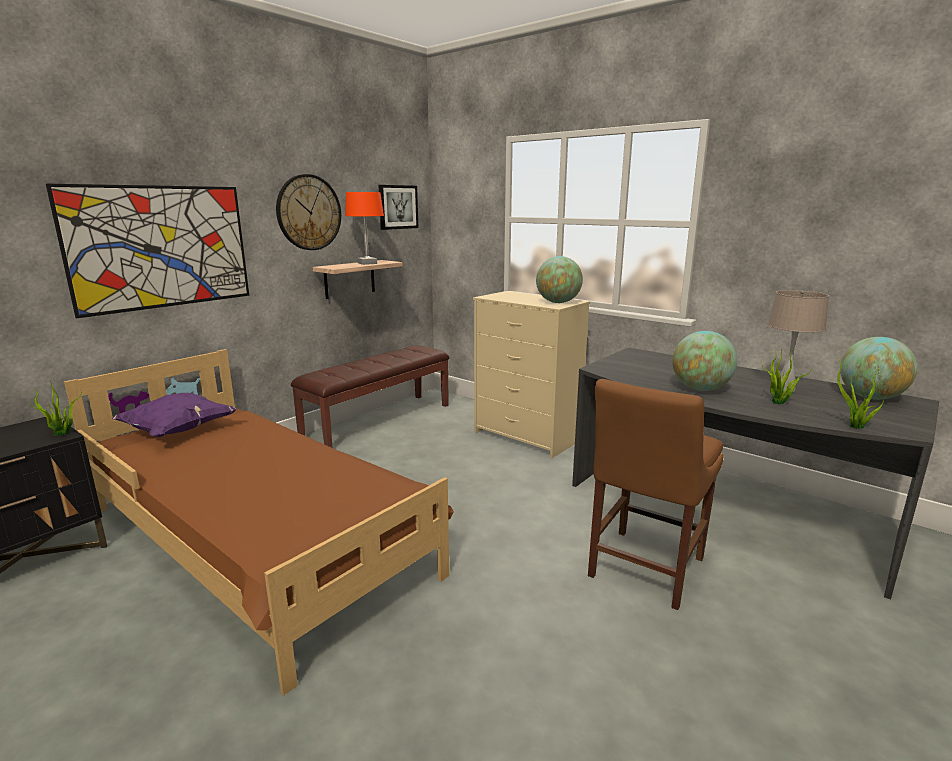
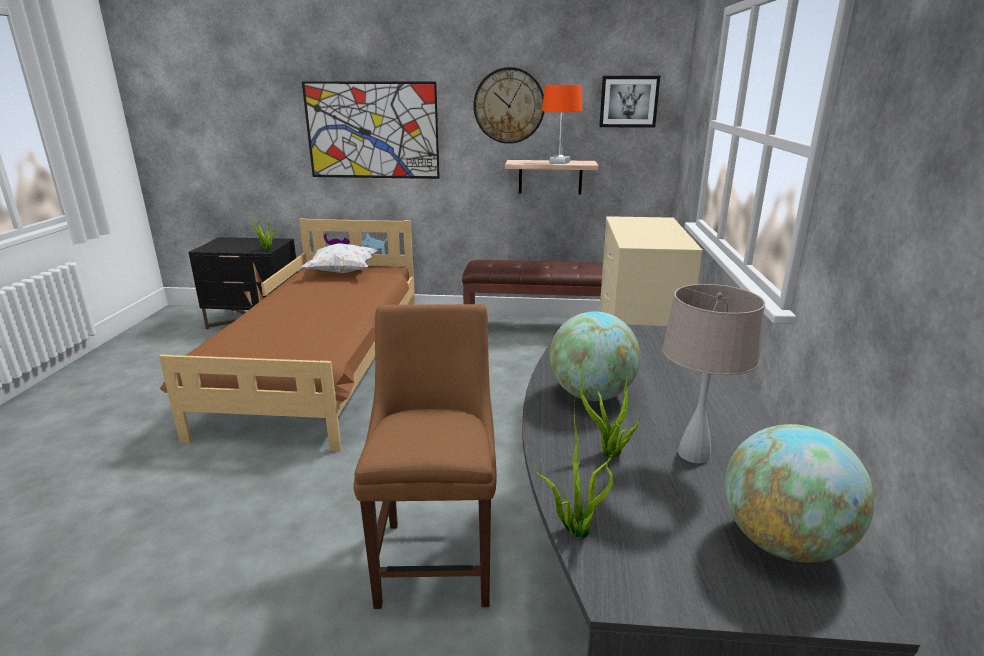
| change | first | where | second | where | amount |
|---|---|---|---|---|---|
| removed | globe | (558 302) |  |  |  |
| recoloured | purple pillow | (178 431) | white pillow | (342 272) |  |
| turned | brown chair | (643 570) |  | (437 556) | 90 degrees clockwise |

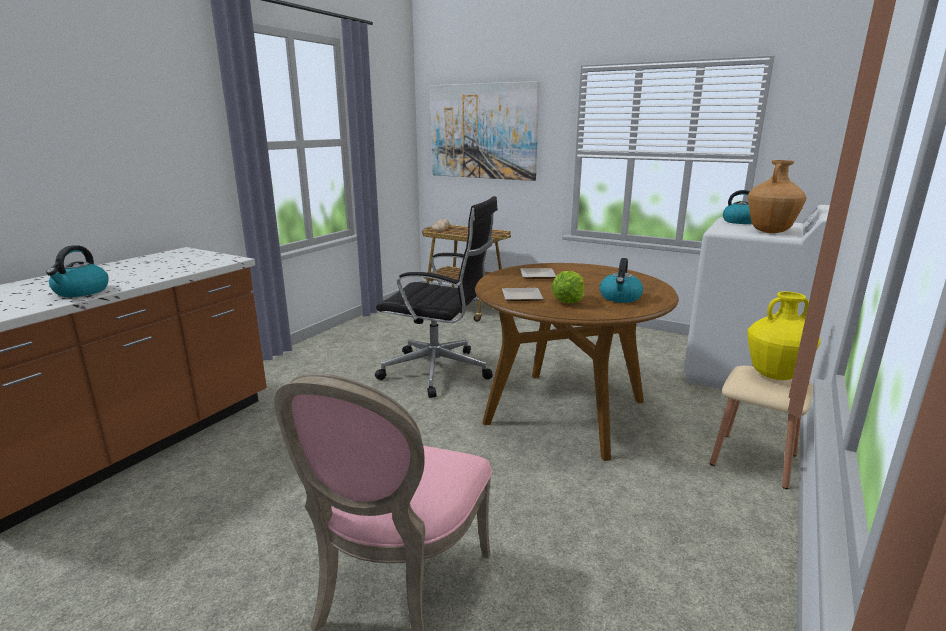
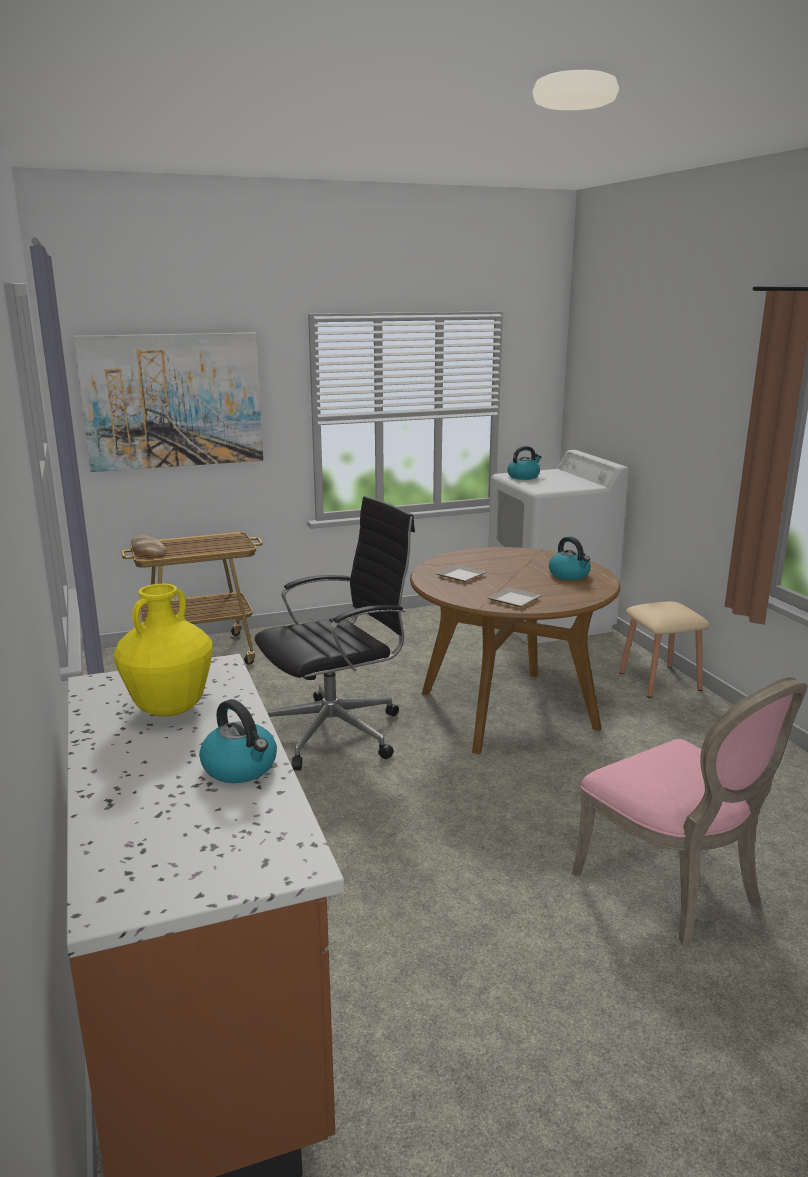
| change | first | where | second | where | amount |
|---|---|---|---|---|---|
| removed | lettuce | (568 301) |  |  |  |
| removed | brown vase | (770 232) |  |  |  |
| moved | yellow vase | (775 375) |  | (170 709) |  |

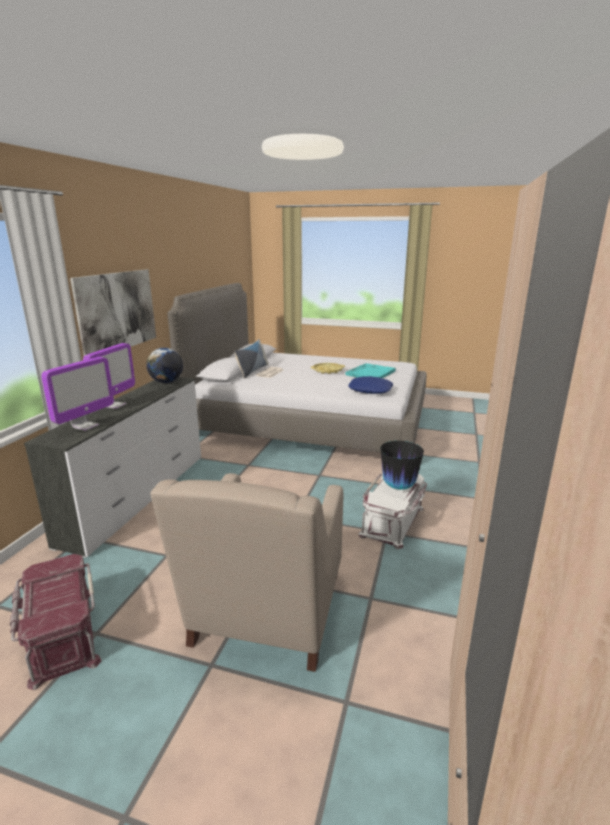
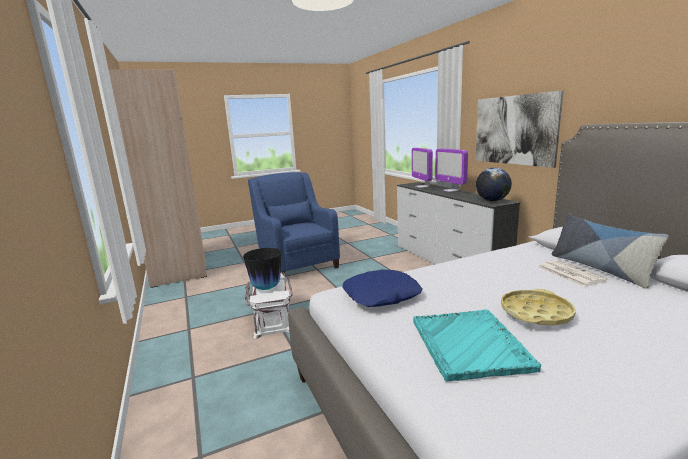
| change | first | where | second | where | amount |
|---|---|---|---|---|---|
| removed | red storage box | (62 634) |  |  |  |
| recoloured | beige armchair | (266 612) | blue armchair | (297 263) |  |

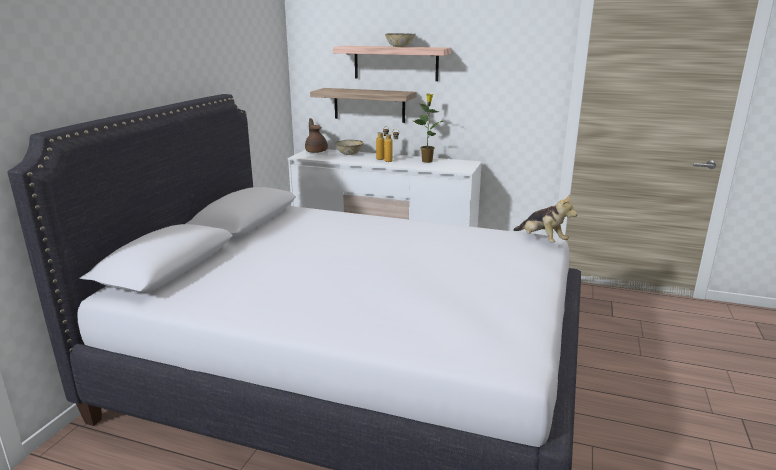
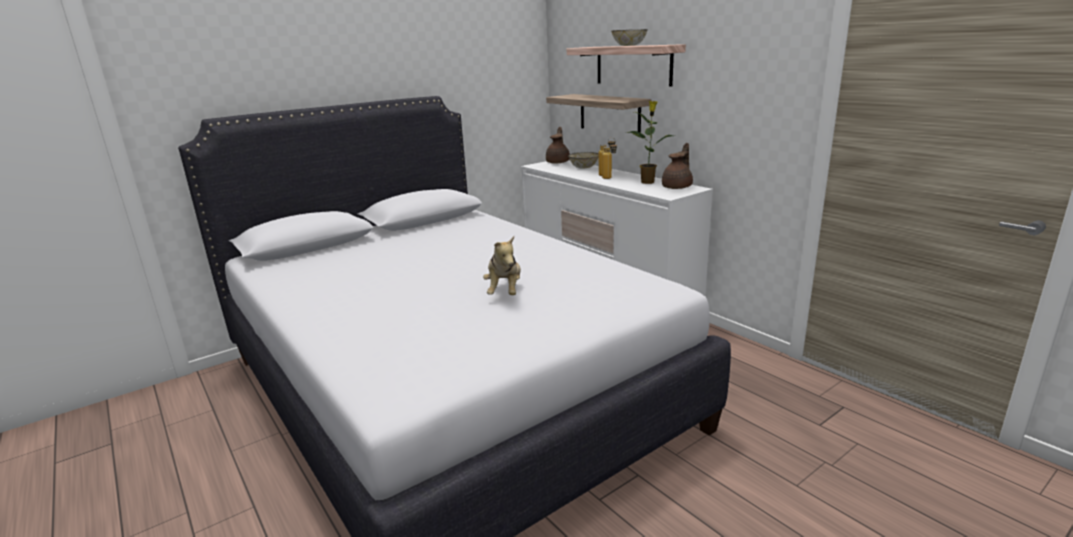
| change | first | where | second | where | amount |
|---|---|---|---|---|---|
| added |  |  | brown teapot | (678 187) |  |
| moved | plush toy | (542 240) |  | (505 291) |  |

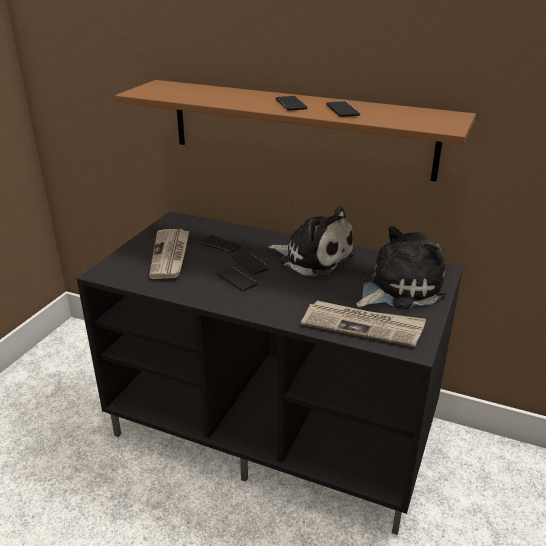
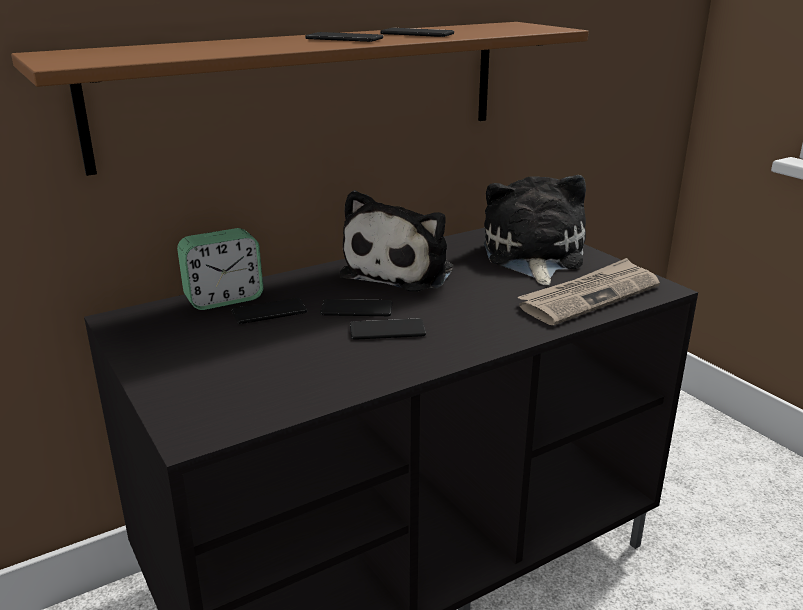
| change | first | where | second | where | amount |
|---|---|---|---|---|---|
| removed | newspaper | (170 255) |  |  |  |
| added |  |  | alarm clock | (224 299) |  |
| turned | plush toy | (313 258) |  | (402 271) | 135 degrees clockwise |

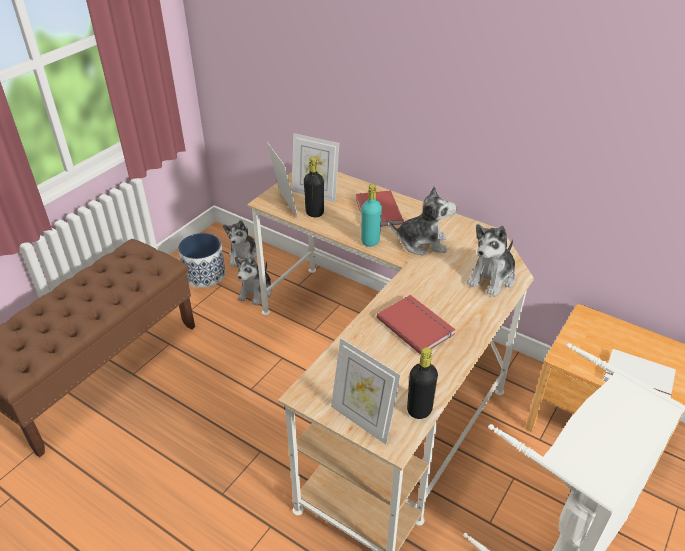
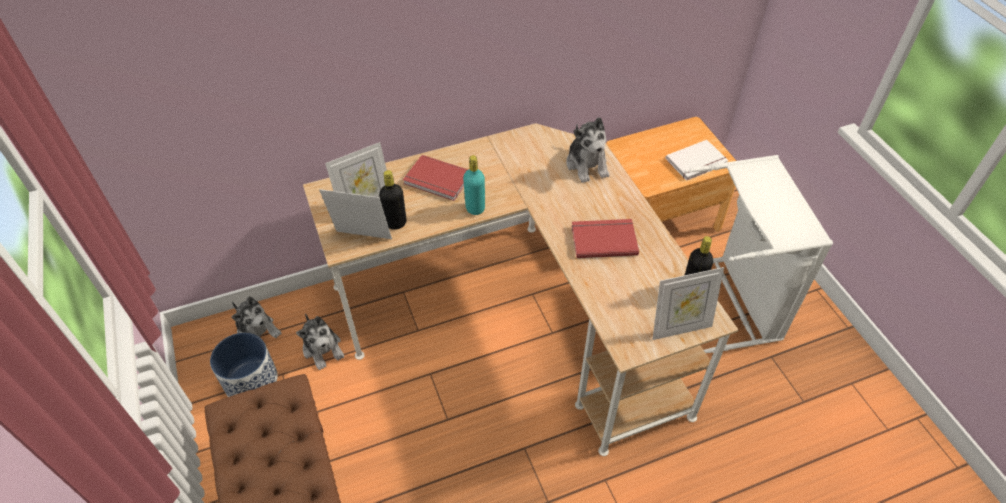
| change | first | where | second | where | amount |
|---|---|---|---|---|---|
| removed | plush toy | (422 243) |  |  |  |

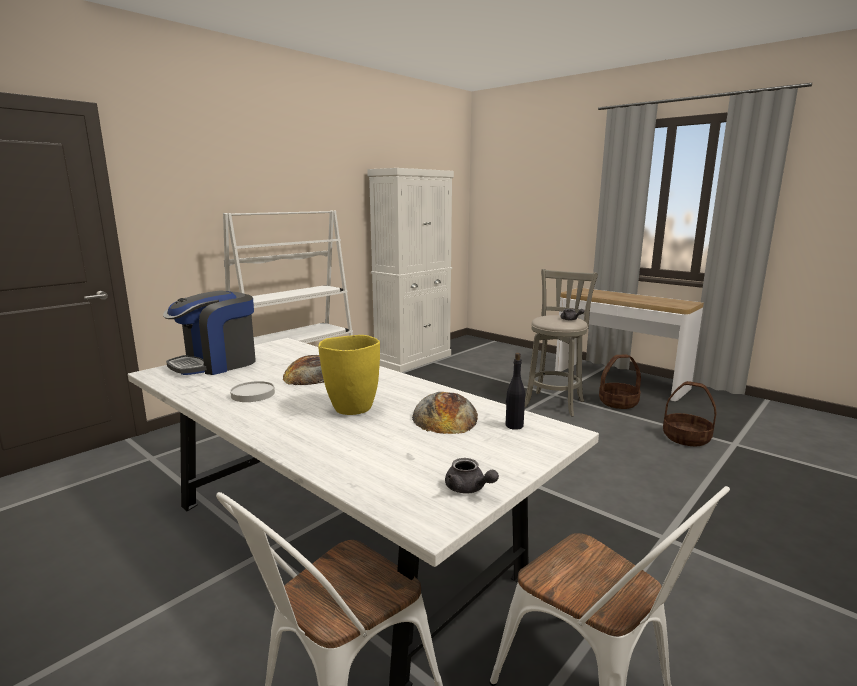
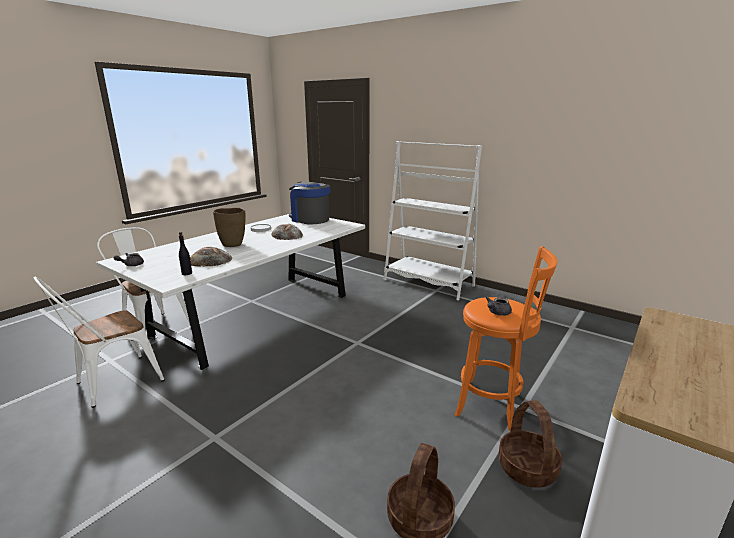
| change | first | where | second | where | amount |
|---|---|---|---|---|---|
| removed | white cabinet | (413 359) |  |  |  |
| recoloured | yellow vase | (352 408) | brown vase | (232 244) |  |
| recoloured | grey stool | (554 402) | orange stool | (492 406) |  |

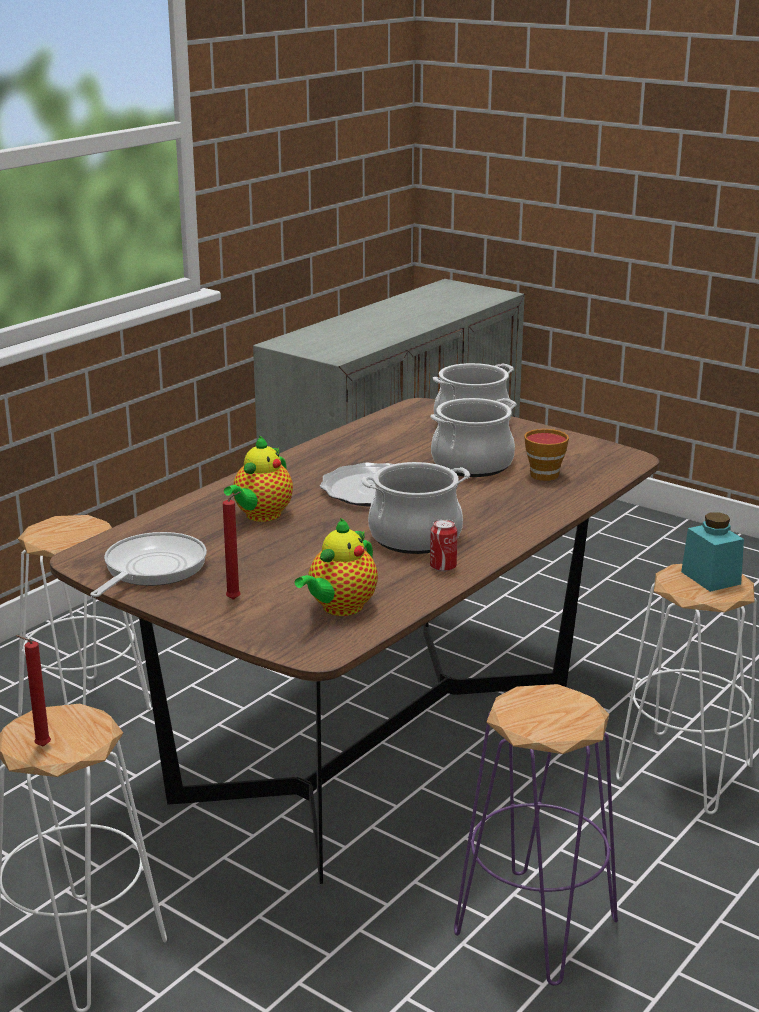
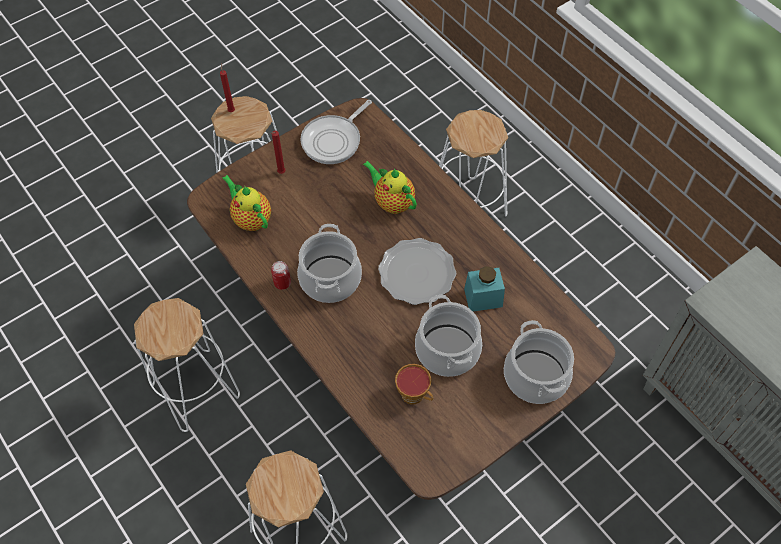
| change | first | where | second | where | amount |
|---|---|---|---|---|---|
| moved | turquoise jar | (710 578) |  | (483 298) |  |
| recoloured | purple stool | (535 927) | white stool | (195 389) |  |
| turned | frying pan | (151 569) |  | (334 140) | 90 degrees clockwise |

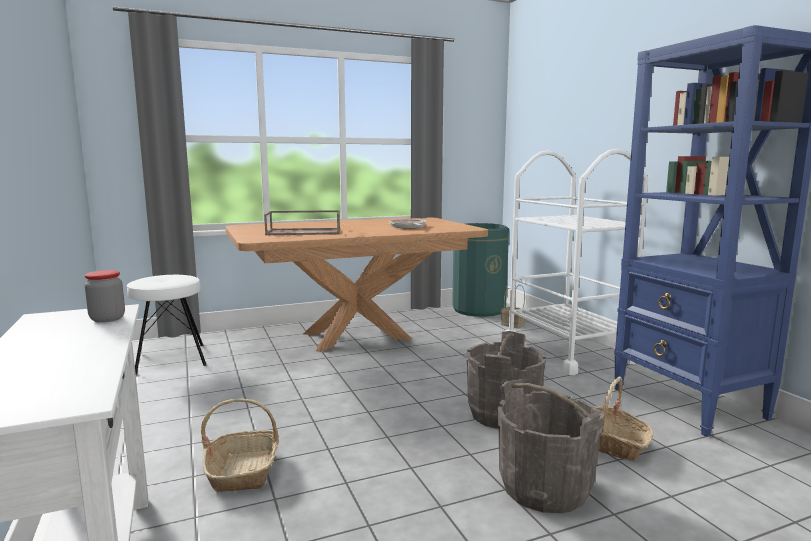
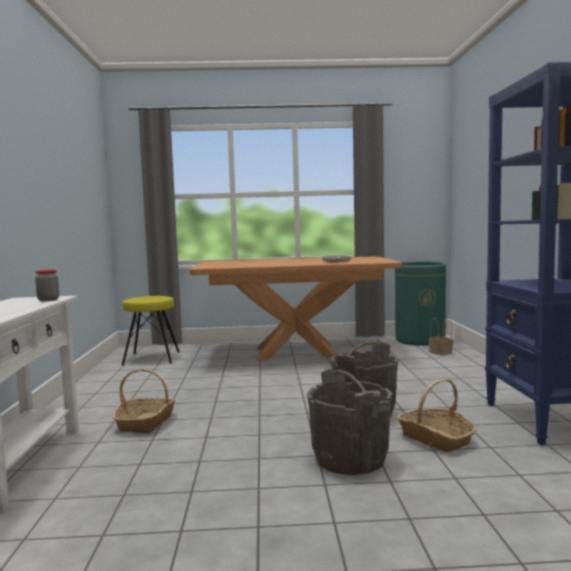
| change | first | where | second | where | amount |
|---|---|---|---|---|---|
| removed | brown tray | (305 232) |  |  |  |
| removed | white cart | (567 351) |  |  |  |
| recoloured | white stool | (170 359) | yellow stool | (151 358) |  |

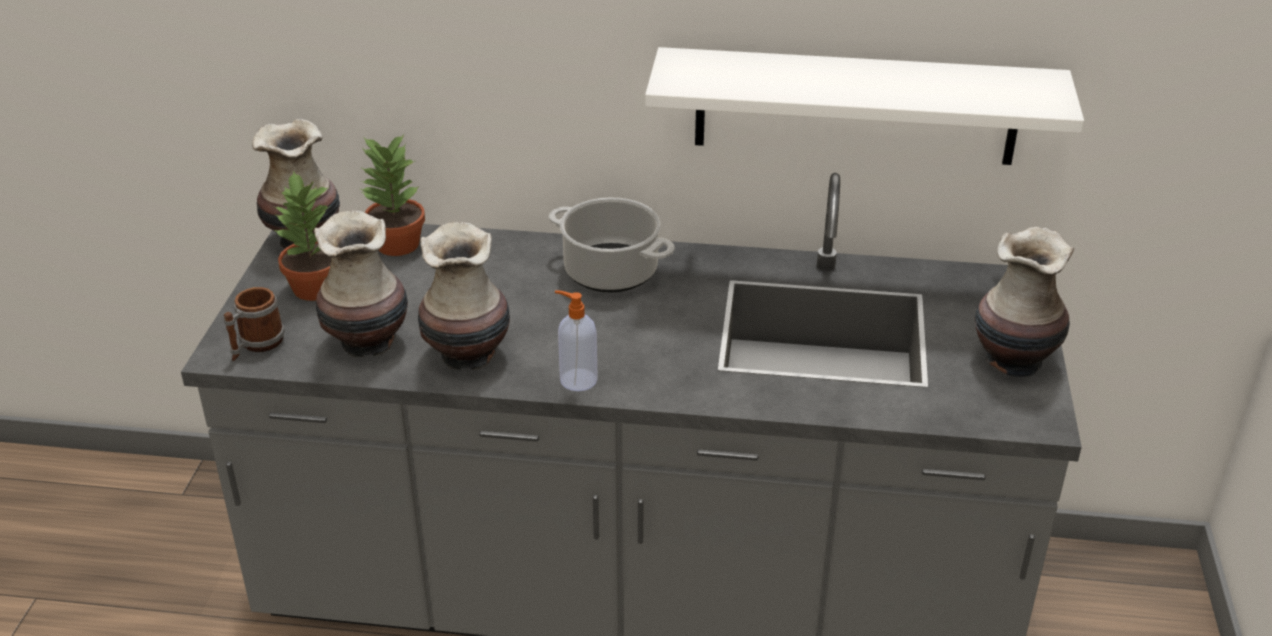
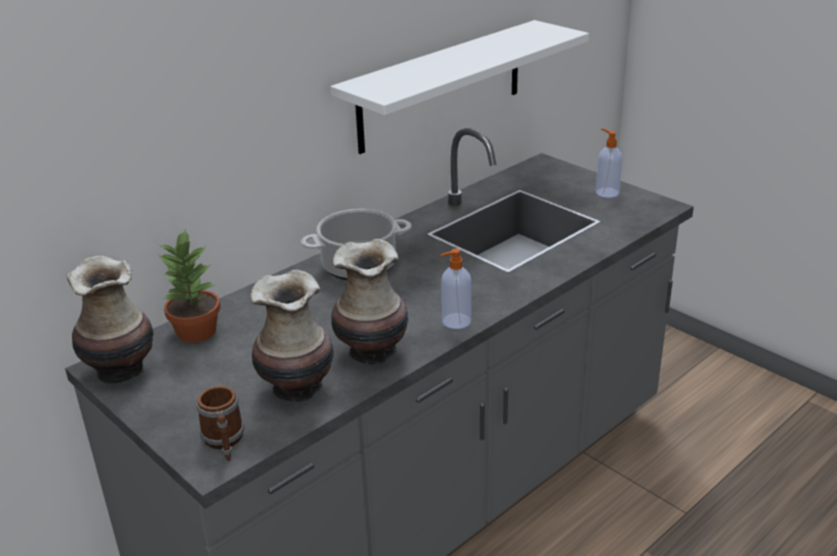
| change | first | where | second | where | amount |
|---|---|---|---|---|---|
| removed | potted plant | (315 289) |  |  |  |
| replaced | vase | (1012 360) | soap dispenser | (606 192) |  |

